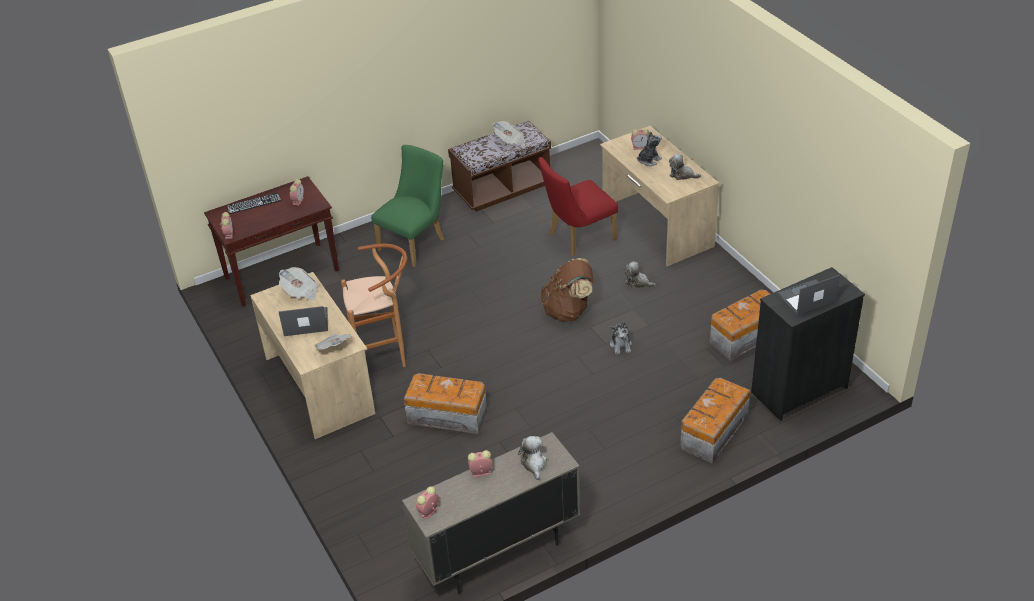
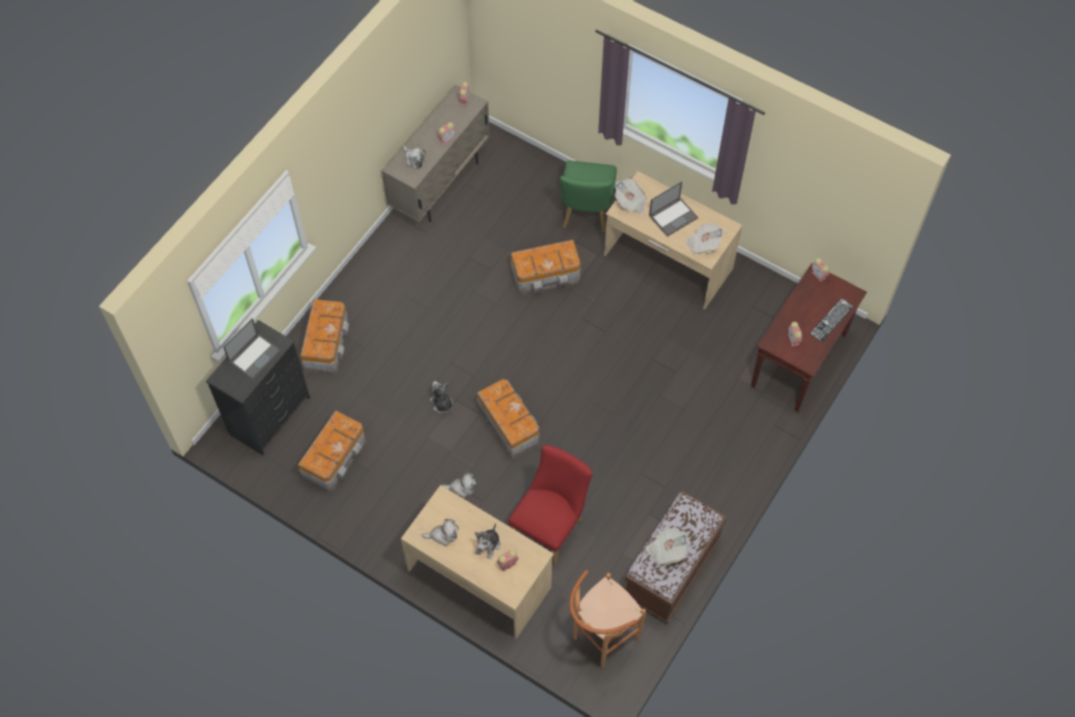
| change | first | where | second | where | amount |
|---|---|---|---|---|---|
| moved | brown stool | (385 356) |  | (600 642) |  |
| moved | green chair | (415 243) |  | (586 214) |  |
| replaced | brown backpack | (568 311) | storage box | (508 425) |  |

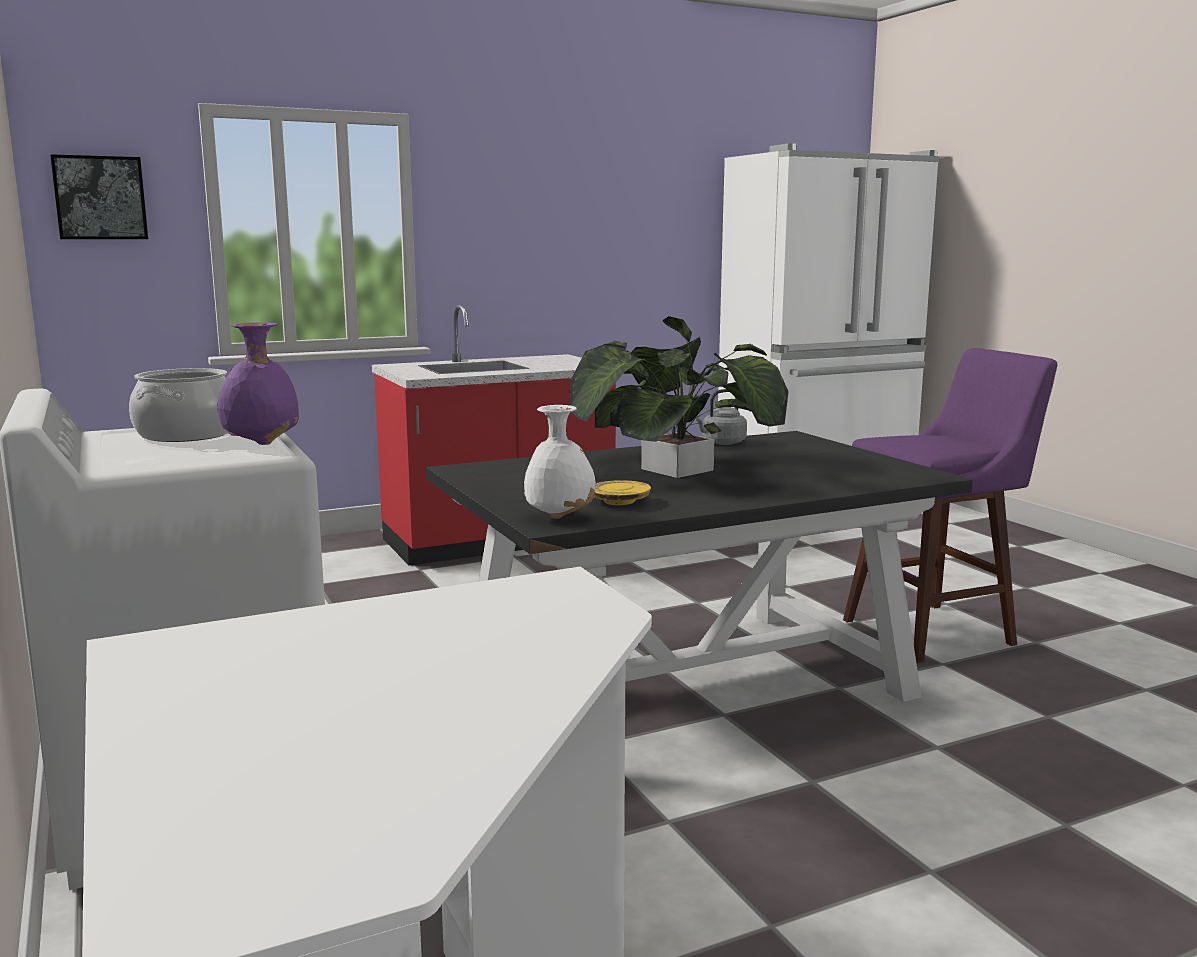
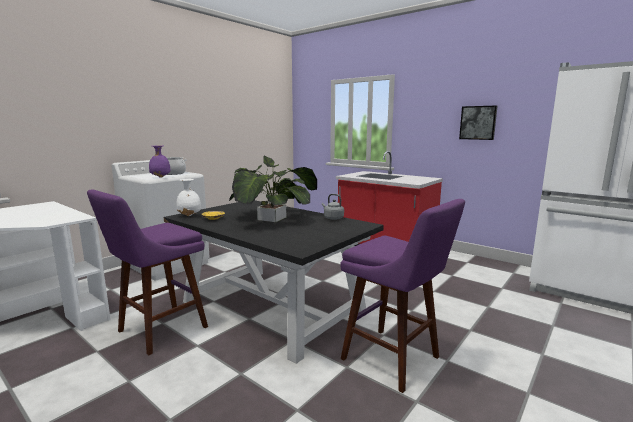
| change | first | where | second | where | amount |
|---|---|---|---|---|---|
| added |  |  | purple stool | (159 331) |  |
| moved | picture | (100 198) |  | (478 122) |  |

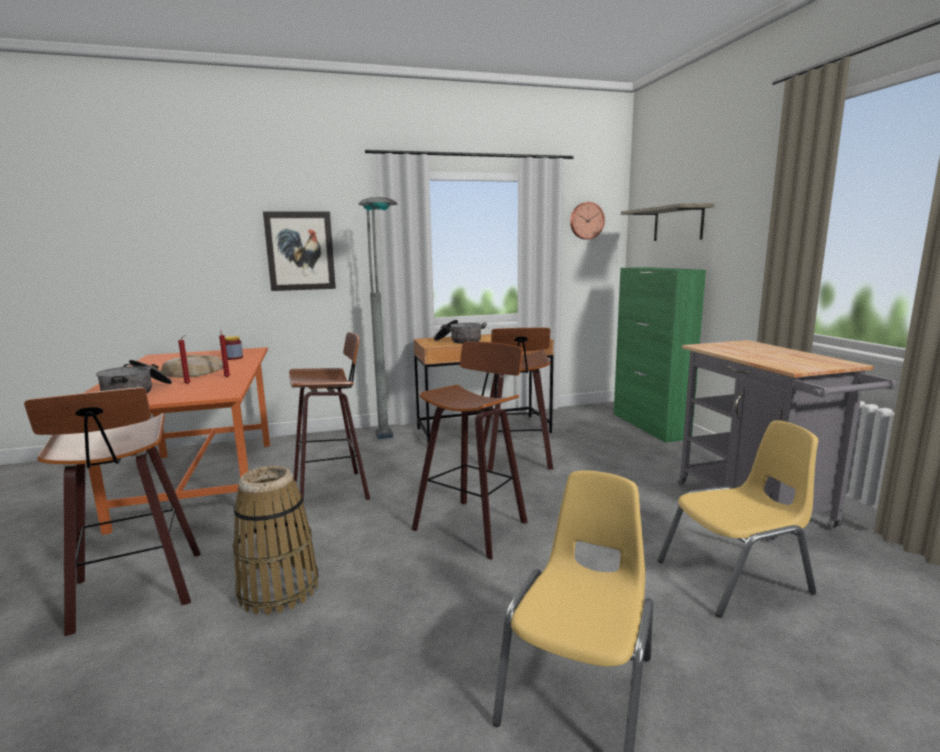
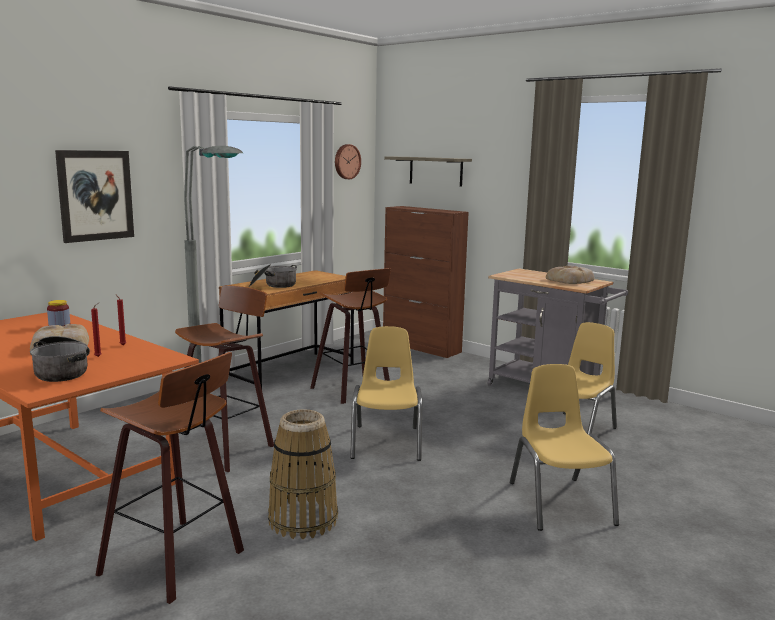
| change | first | where | second | where | amount |
|---|---|---|---|---|---|
| added |  |  | bread | (570 280) |  |
| replaced | stool | (474 525) | yellow chair | (387 442) |  |
| recoloured | green cabinet | (650 426) | brown cabinet | (421 347) |  |

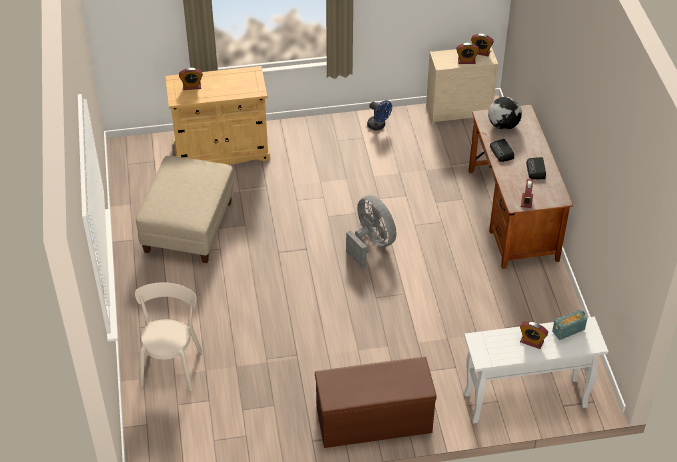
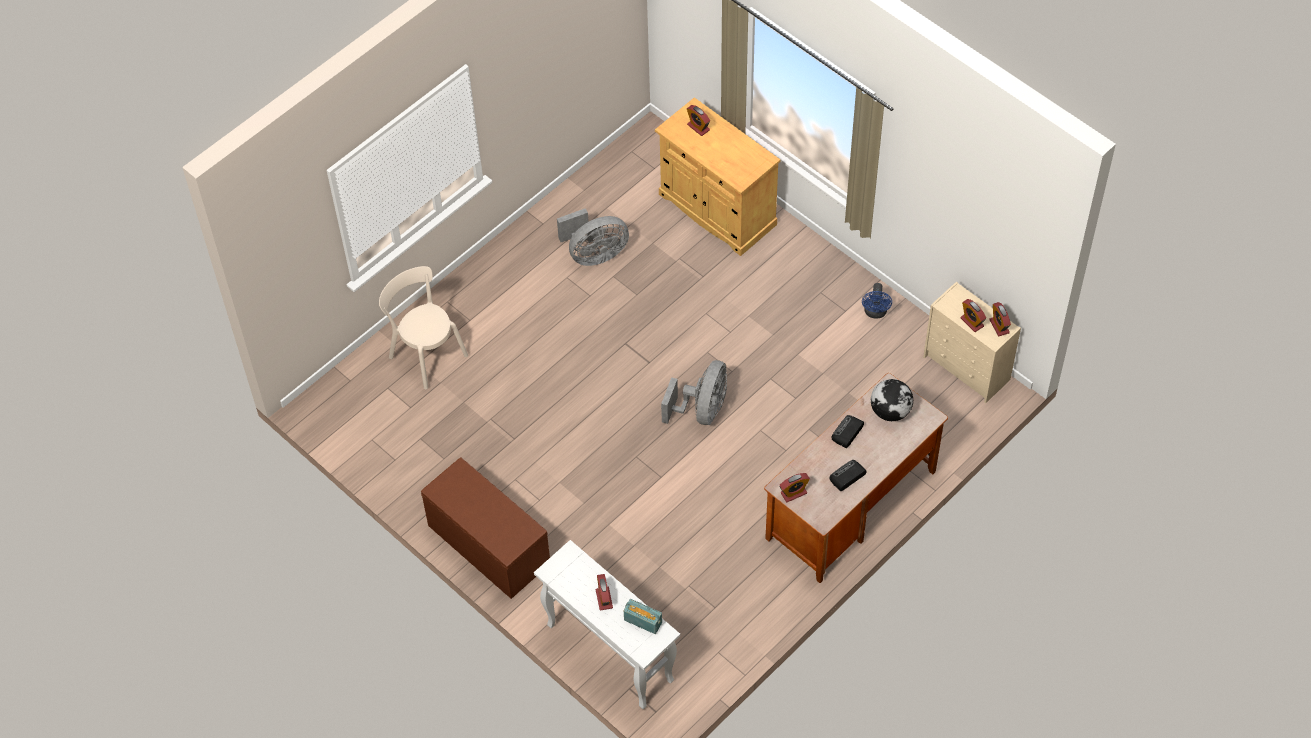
| change | first | where | second | where | amount |
|---|---|---|---|---|---|
| replaced | beige ottoman | (189 227) | grey fan | (594 254) |  |
| turned | beige chair | (171 365) |  | (426 354) | 105 degrees counterclockwise |

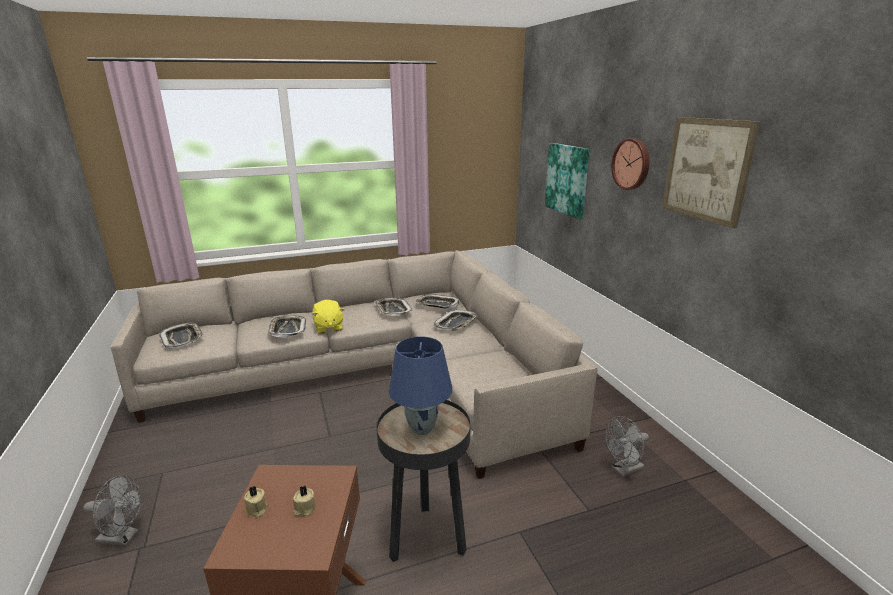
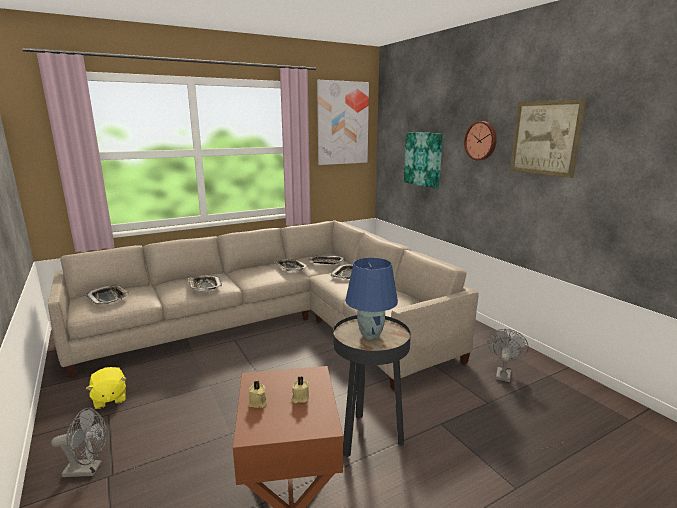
| change | first | where | second | where | amount |
|---|---|---|---|---|---|
| added |  |  | picture | (342 123) |  |
| moved | yellow plush toy | (328 327) |  | (109 399) |  |
| turned | grey fan | (624 470) |  | (503 373) | 150 degrees clockwise |

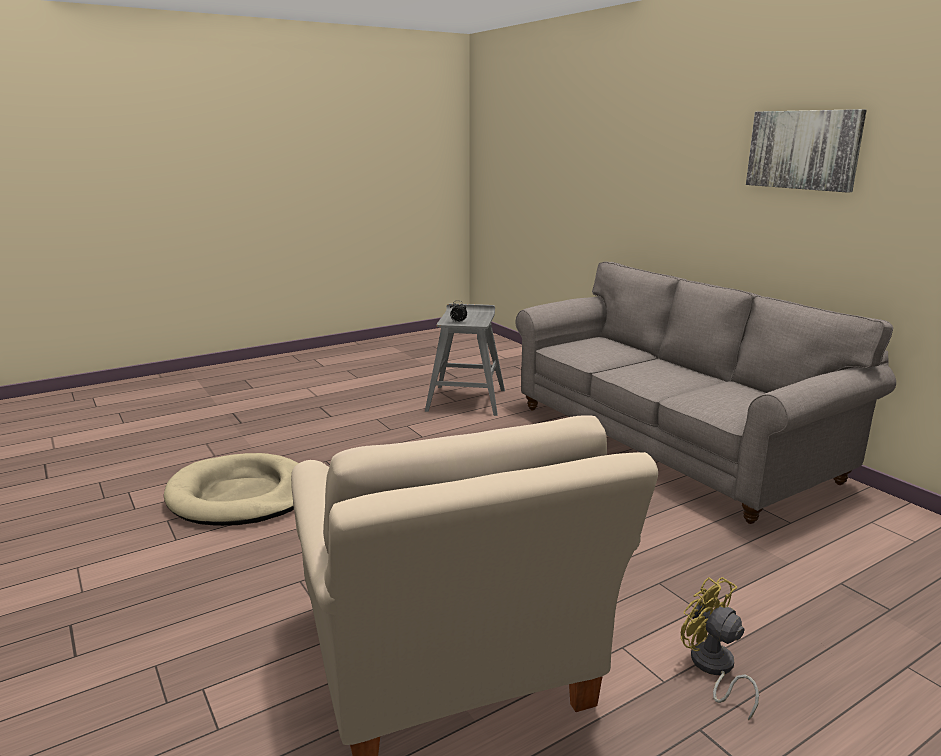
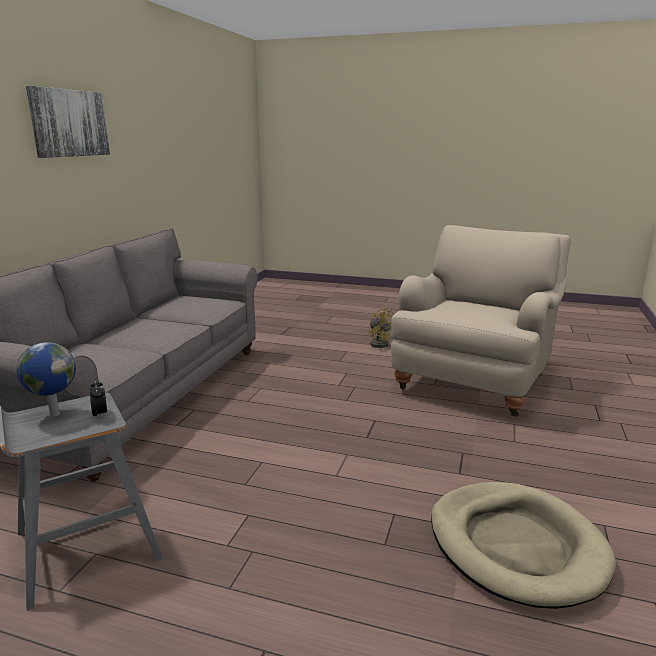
| change | first | where | second | where | amount |
|---|---|---|---|---|---|
| added |  |  | globe | (54 414) |  |
| turned | yellow fan | (713 669) |  | (380 343) | 45 degrees counterclockwise |

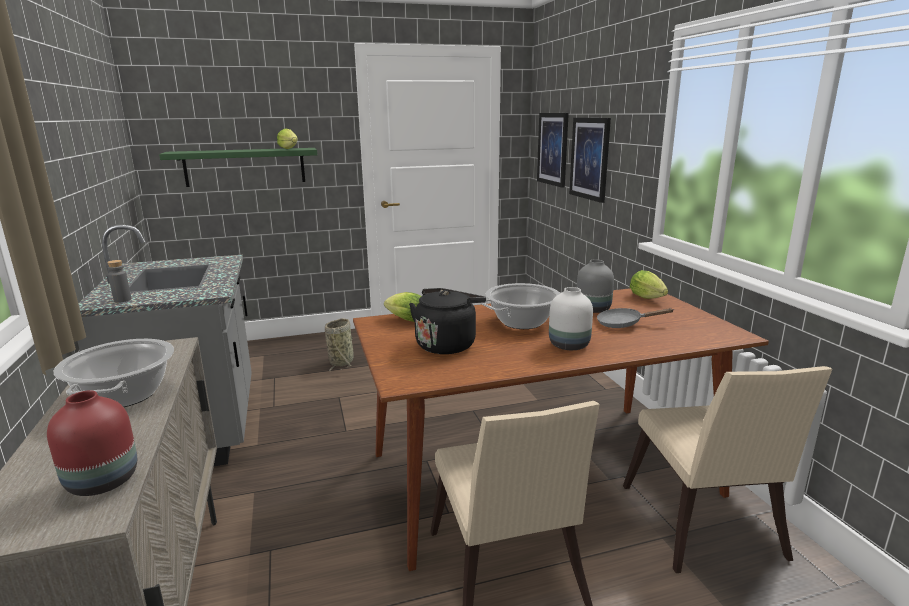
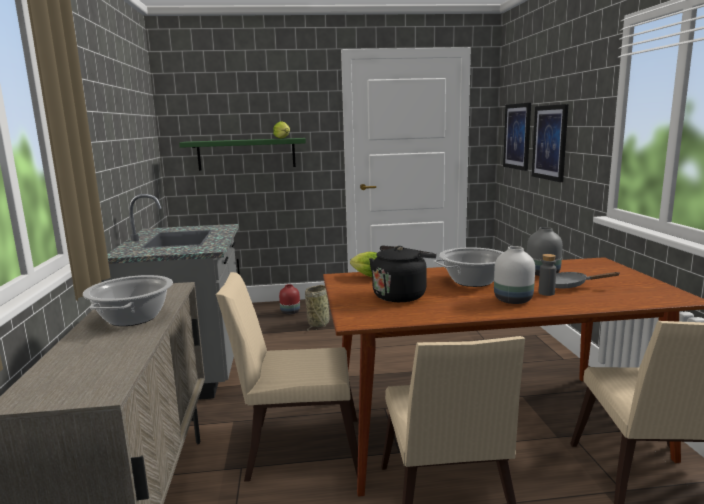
| change | first | where | second | where | amount |
|---|---|---|---|---|---|
| removed | lettuce | (649 298) |  |  |  |
| added |  |  | beige chair | (296 448) |  |
| moved | red vase | (101 482) |  | (290 312) |  |
| moved | grey bottle | (122 300) |  | (546 293) |  |

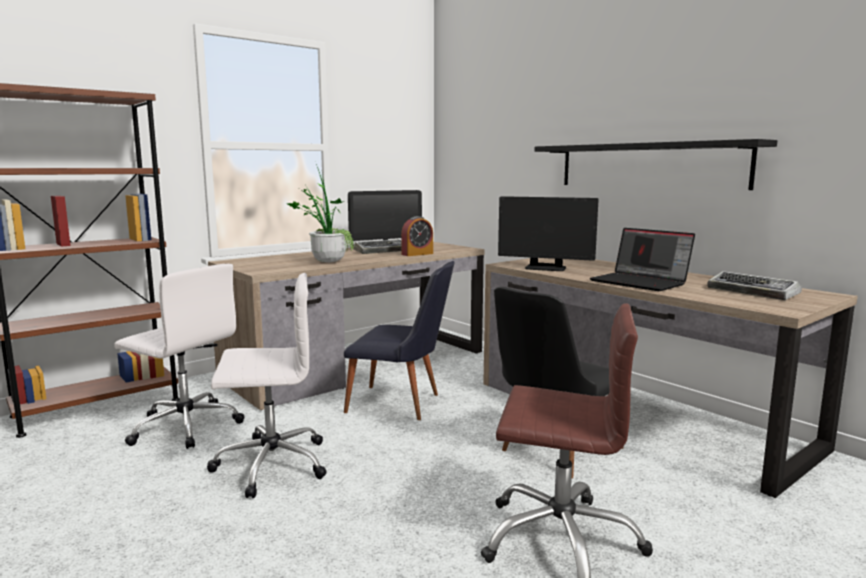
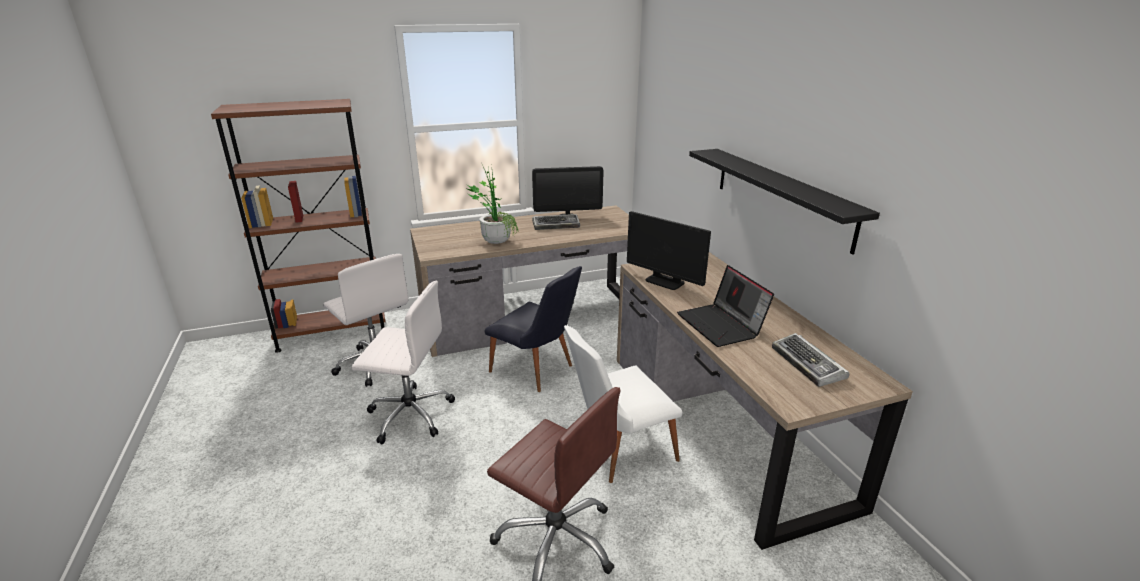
| change | first | where | second | where | amount |
|---|---|---|---|---|---|
| removed | alarm clock | (417 254) |  |  |  |
| recoloured | black chair | (552 452) | white chair | (617 451) |  |

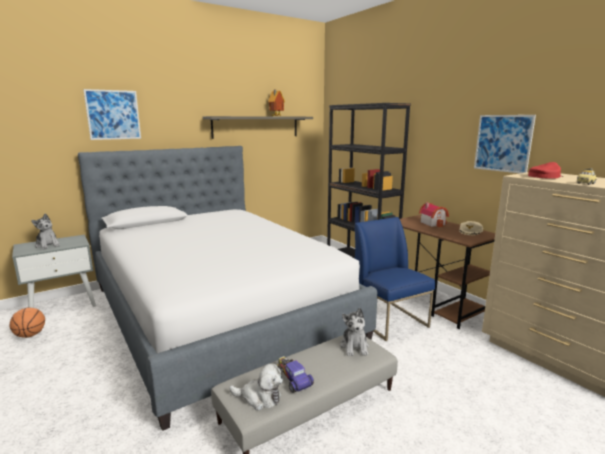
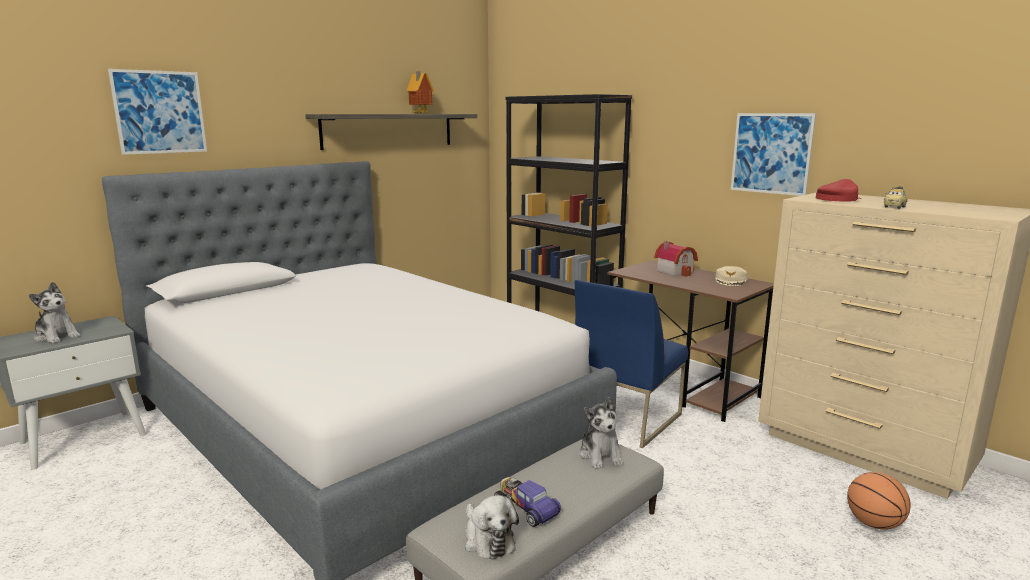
| change | first | where | second | where | amount |
|---|---|---|---|---|---|
| moved | basketball | (30 335) |  | (874 524) |  |
| turned | plush toy | (259 397) |  | (487 539) | 60 degrees clockwise |
| turned | blue chair | (389 320) |  | (625 418) | 105 degrees counterclockwise |

